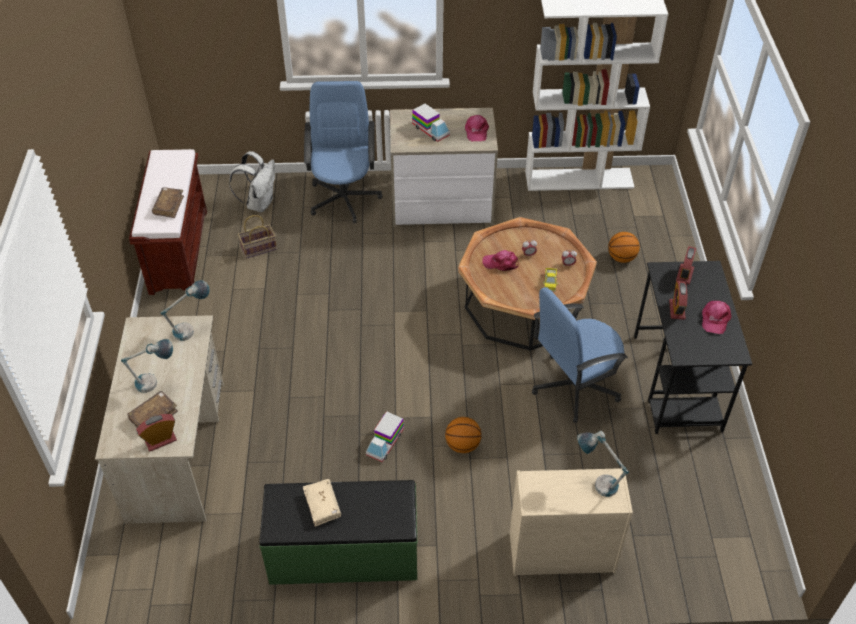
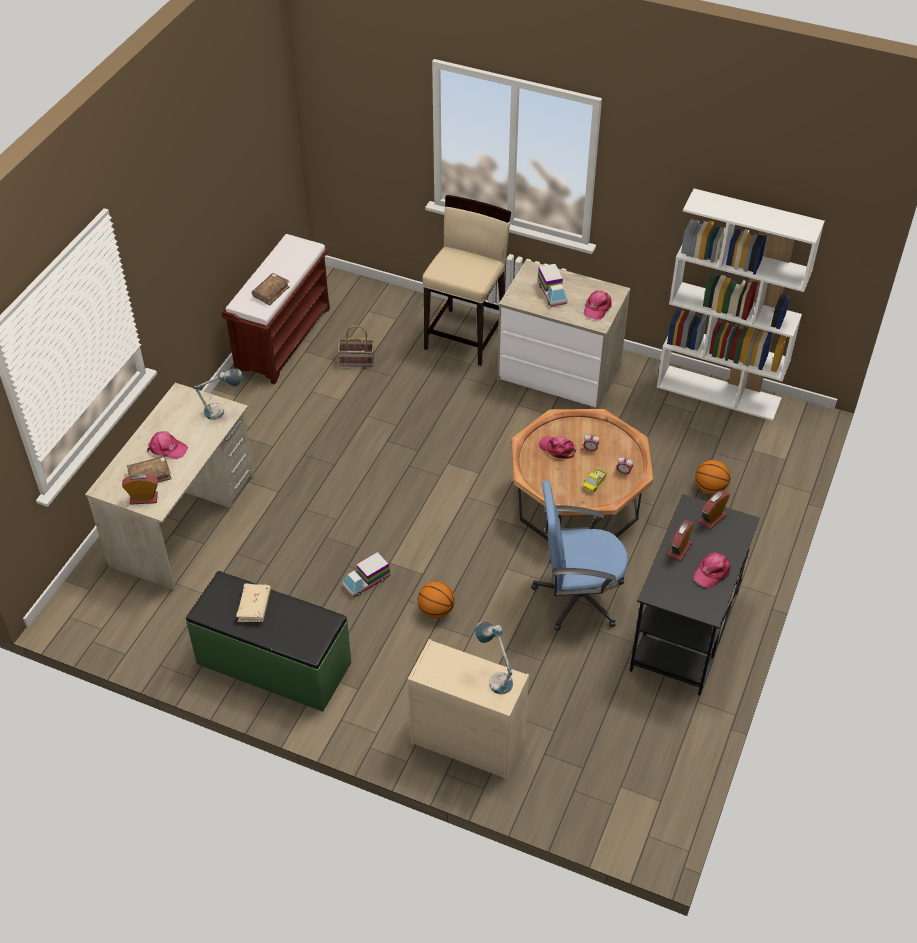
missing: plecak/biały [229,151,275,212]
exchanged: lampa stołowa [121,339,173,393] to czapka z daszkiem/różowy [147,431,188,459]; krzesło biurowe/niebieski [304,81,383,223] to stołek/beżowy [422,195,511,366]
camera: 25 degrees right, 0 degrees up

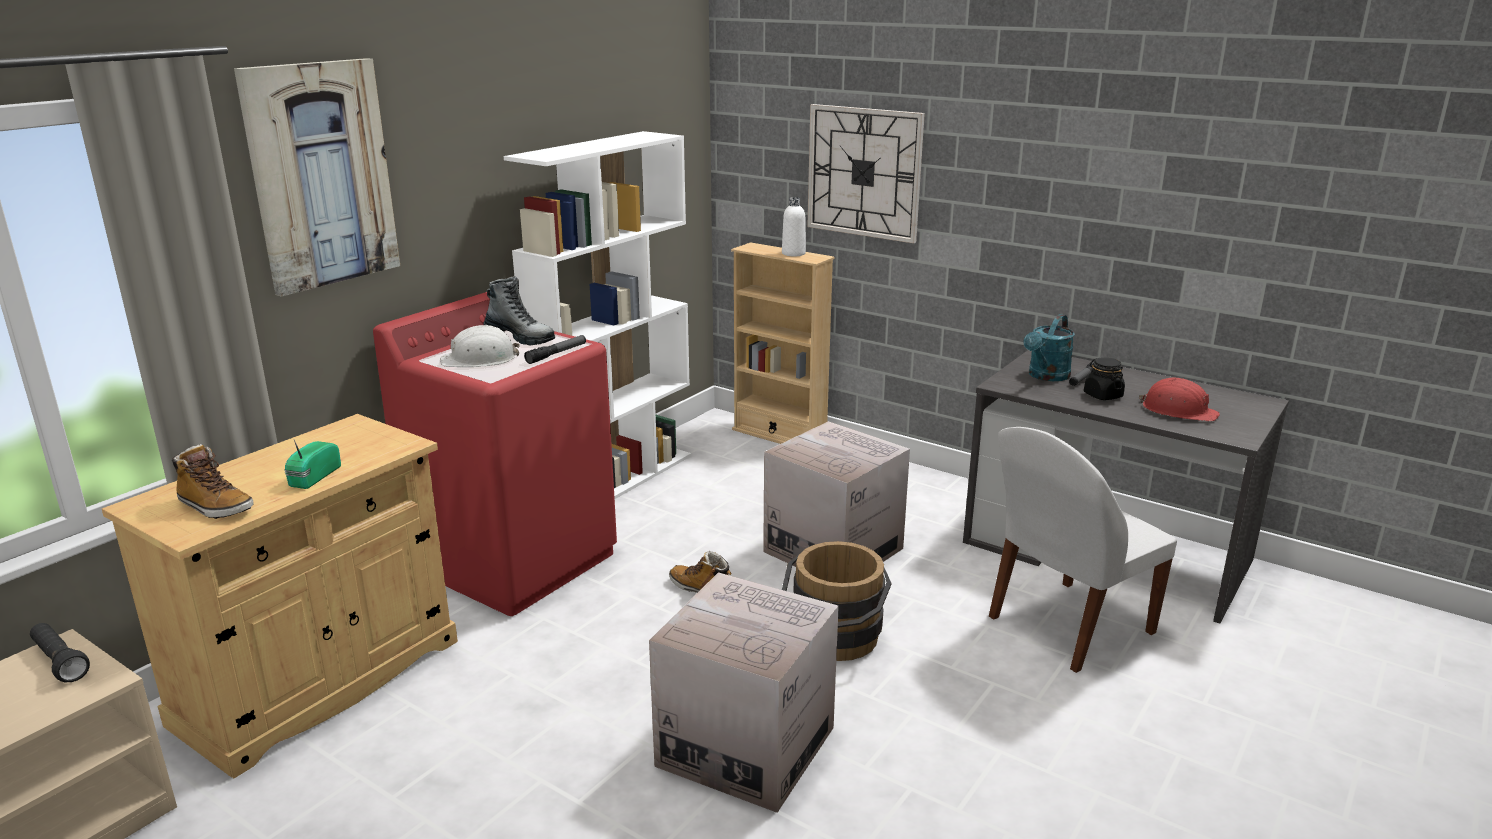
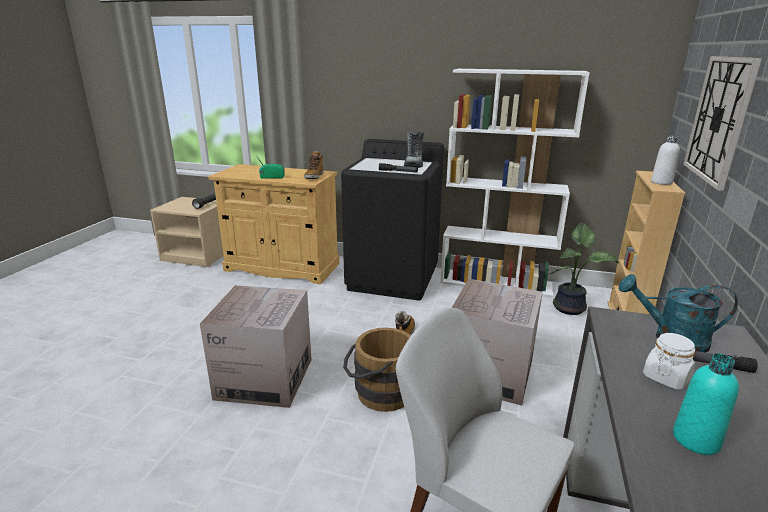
missing: obraz [234,58,400,297]; kask/biały [440,325,520,367]
appeared: roślina doniczkowa [549,223,619,315]
relocated: but z cholewką [172,444,253,519] to [304,151,324,179]
exchanged: kask/czerwony [1139,378,1220,422] to butelka/turkusowy [673,353,739,455]
colour: pralka/czerwony [373,292,617,616] to pralka/czarny [341,139,444,301]; słoik/czarny [1084,357,1125,400] to słoik/biały [643,333,695,390]
camera: 70 degrees right, 0 degrees up

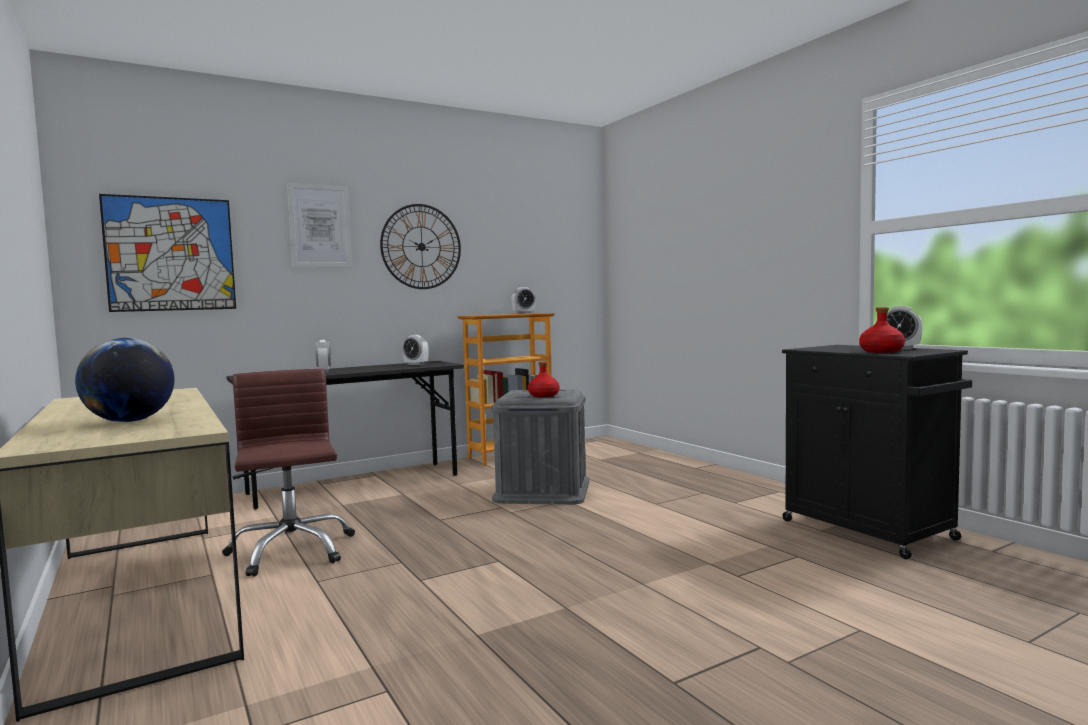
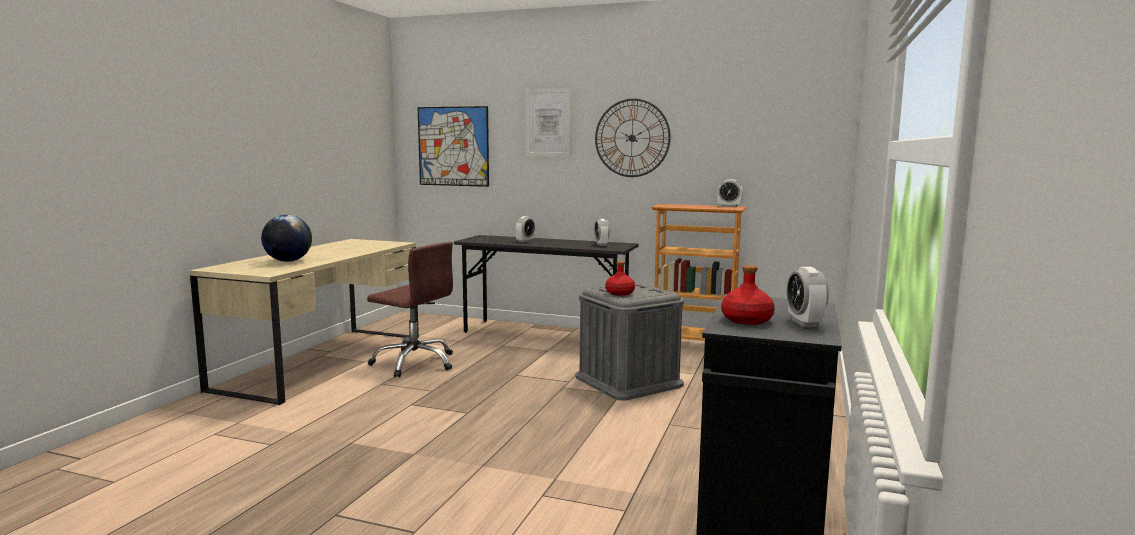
spun: krzesło biurowe/brązowy [222,369,355,577] = [367,242,453,377] 90 degrees clockwise
camera: 50 degrees right, 5 degrees up

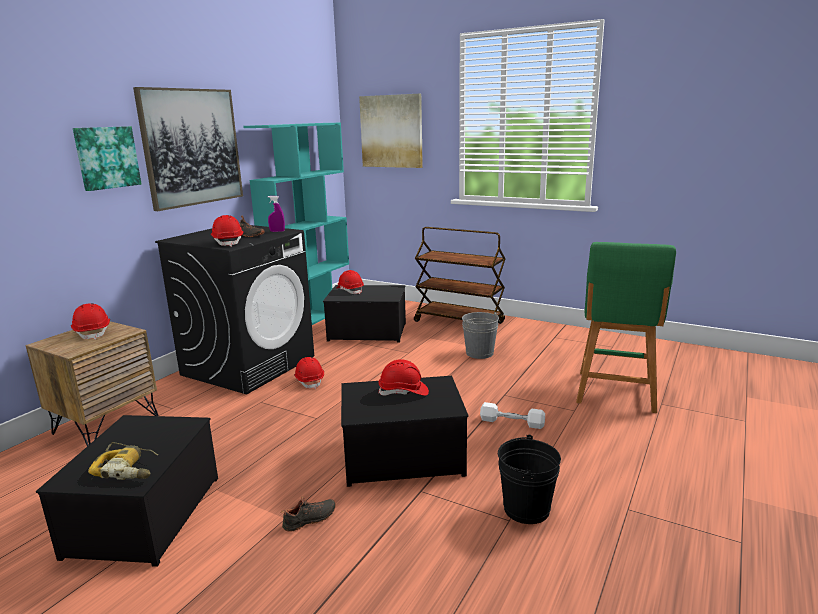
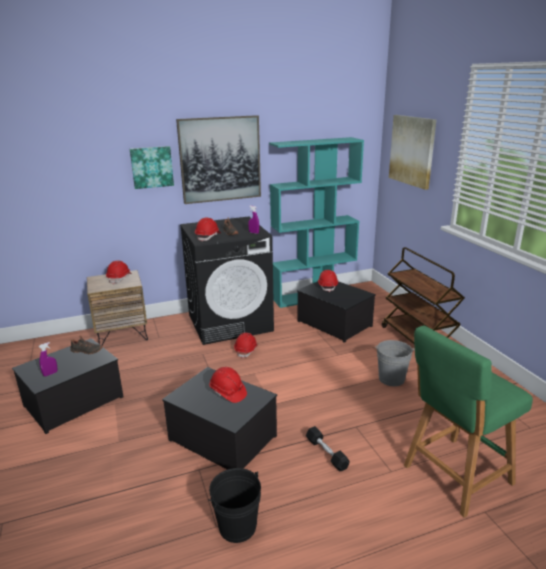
relocated: but/czarny [281,496,336,532] to [70,335,102,354]
exchanged: wiertarka [88,442,158,480] to spryskiwacz/fioletowy [39,342,58,376]
colour: hantel/biały [480,402,545,429] to hantel/czarny [306,426,349,471]
camera: 40 degrees right, 5 degrees up

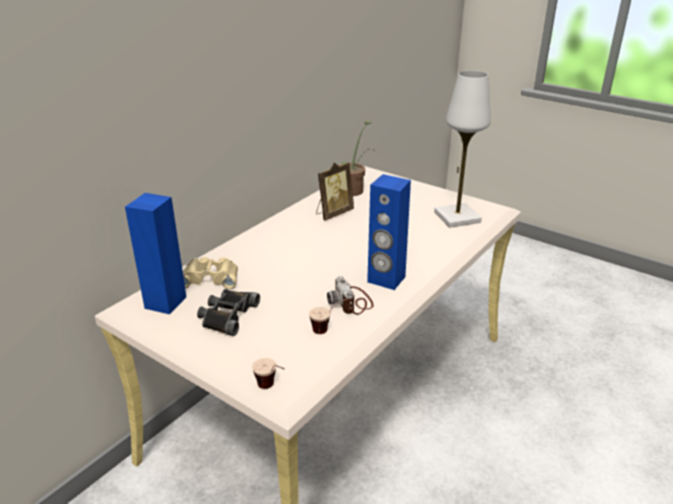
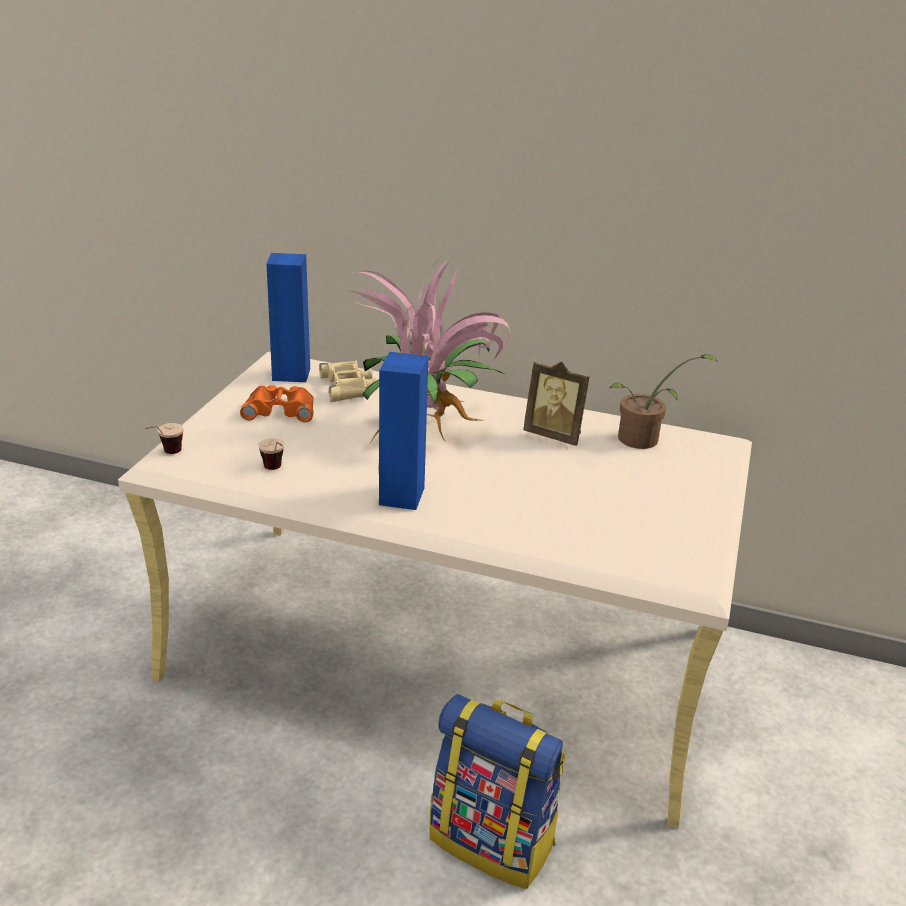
missing: aparat fotograficzny [327,276,374,315]; lampa stołowa/biały [434,70,491,228]
appeared: roślina doniczkowa [349,261,511,443]; plecak [430,694,565,889]
colour: lornetka/czarny [197,289,260,336] to lornetka/pomarańczowy [240,385,314,422]
camera: 70 degrees right, 0 degrees up

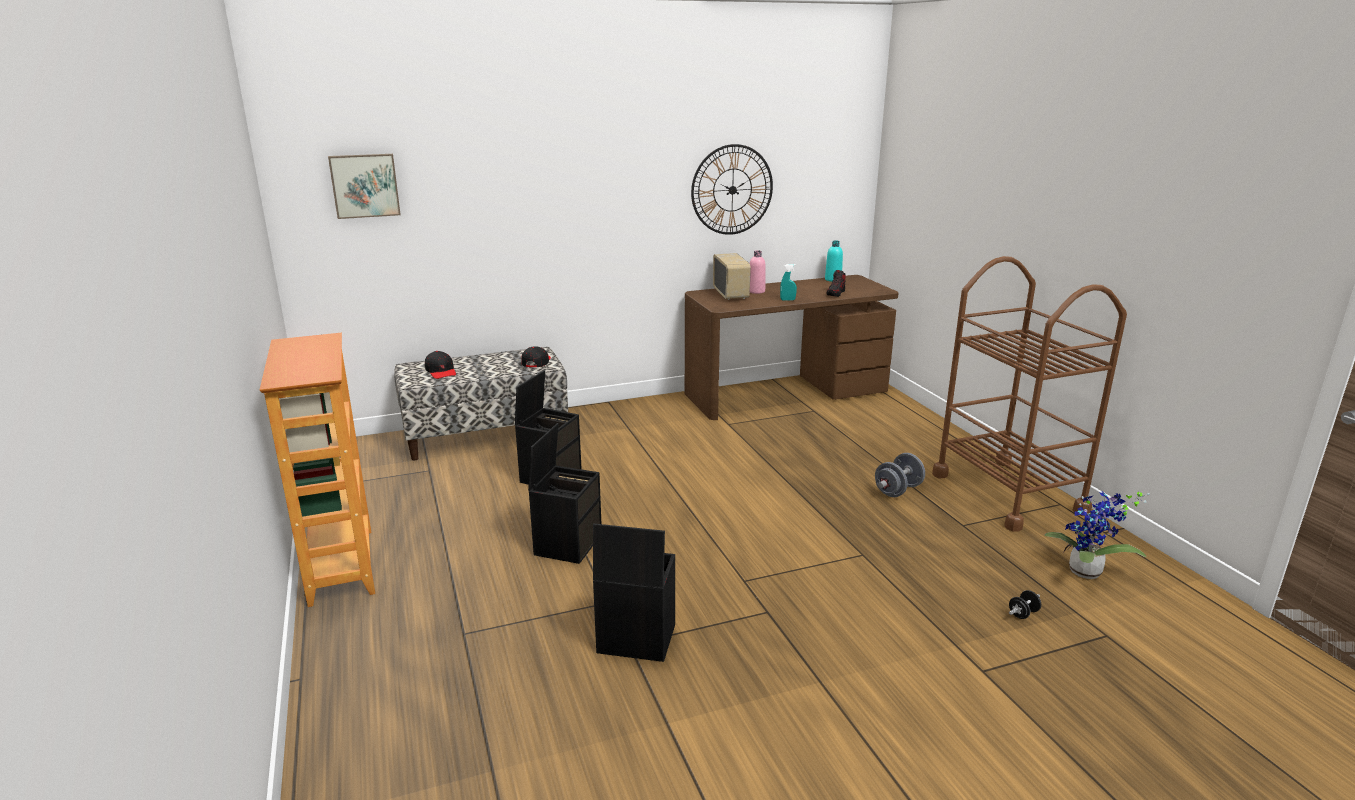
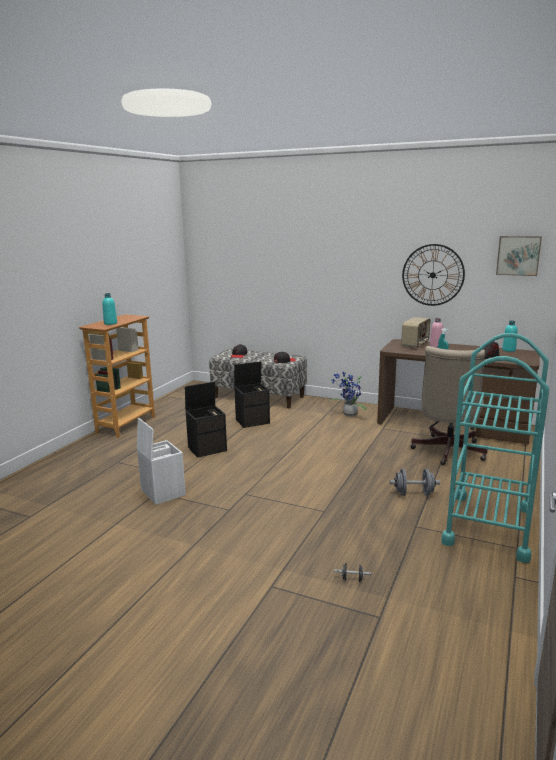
appeared: butelka/turkusowy [102,293,117,325]; krzesło biurowe/beżowy [410,346,487,465]
relocated: roślina doniczkowa [1044,492,1150,579] to [330,372,367,417]; obraz [328,154,401,219] to [496,236,542,276]
colour: pojemnik do przechowywania/czarny [593,524,675,662] to pojemnik do przechowywania/biały [137,418,186,505]; wózek/brązowy [932,256,1127,532] to wózek/turkusowy [441,333,549,563]
camera: 45 degrees right, 5 degrees down

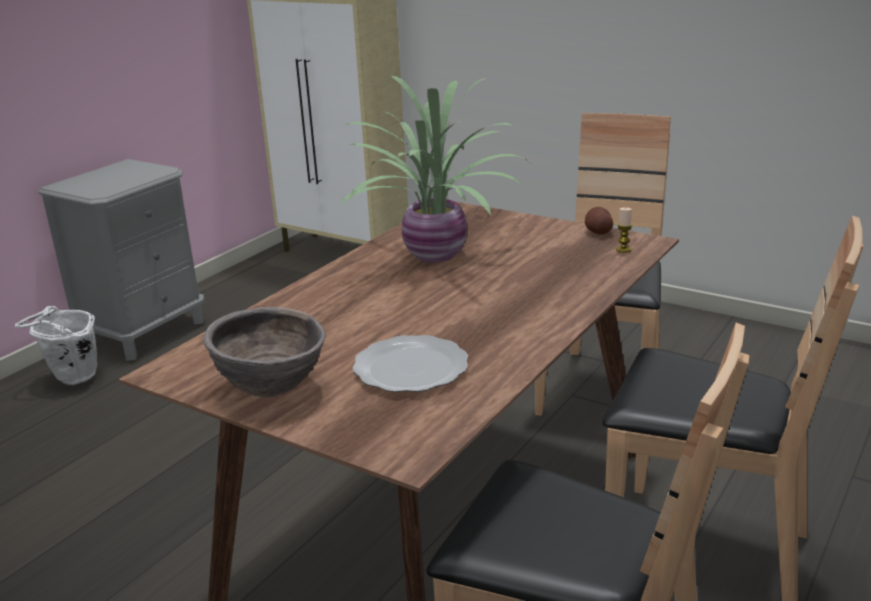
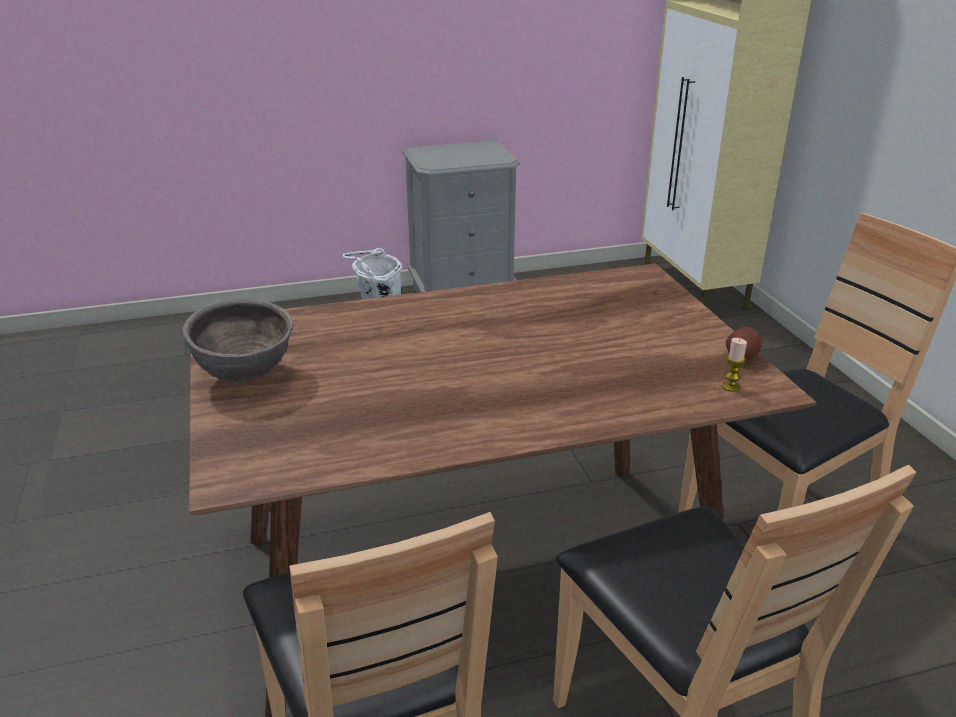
missing: roślina doniczkowa [339,76,529,263]; talerz [353,335,468,392]
camera: 40 degrees right, 5 degrees up

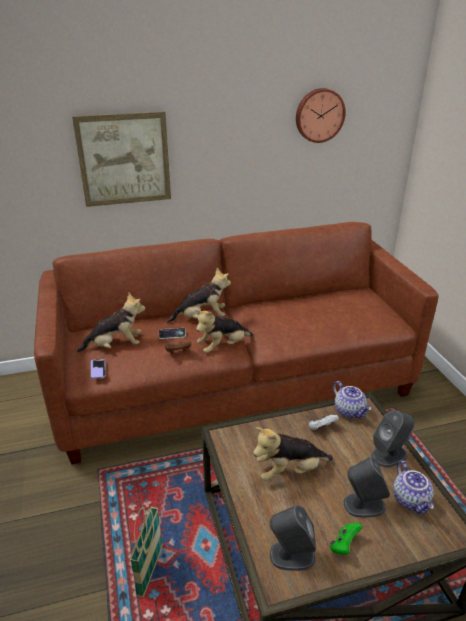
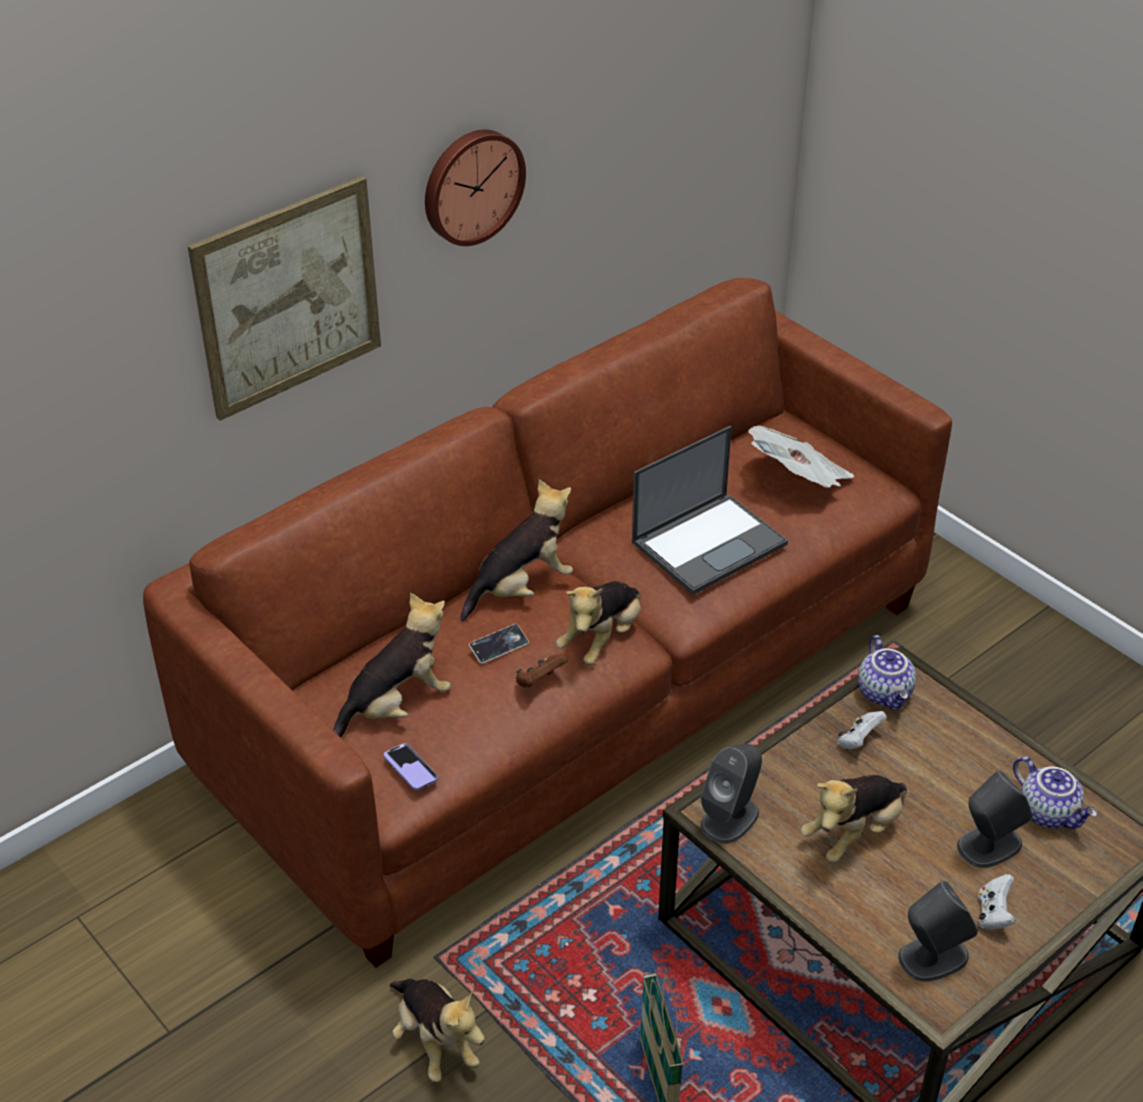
appeared: pluszak [390,979,485,1082]; laptop [632,426,788,595]; gazeta [748,426,854,488]
relocated: zegar ścienny [296,88,346,143] to [425,130,526,246]; głośnik/szary [371,410,414,467] to [701,744,762,844]
colour: pad do gier/zielony [330,523,363,555] to pad do gier/biały [978,874,1016,930]
spun: imbryk [333,381,371,418] = [858,635,916,710] 45 degrees clockwise
camera: 25 degrees left, 10 degrees up

